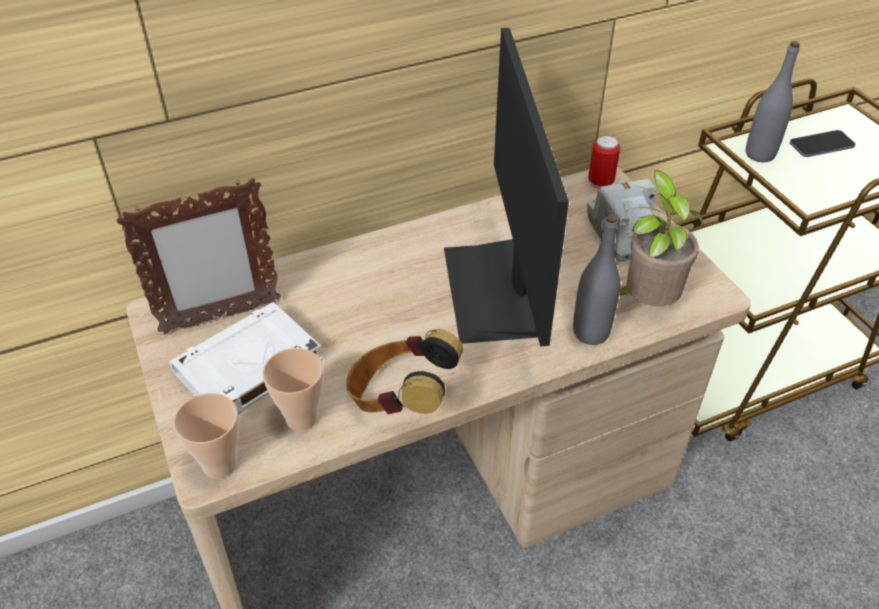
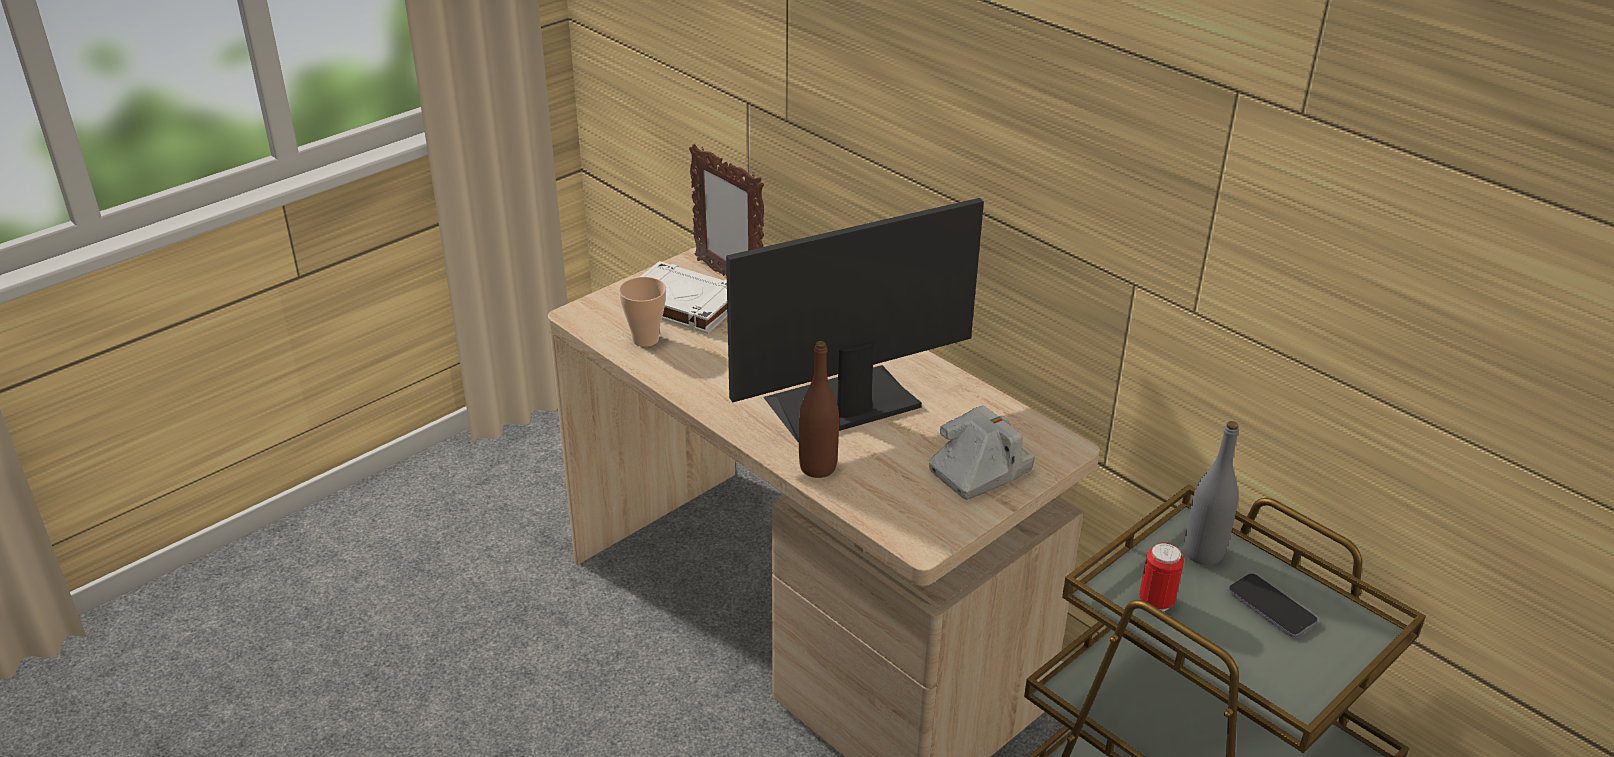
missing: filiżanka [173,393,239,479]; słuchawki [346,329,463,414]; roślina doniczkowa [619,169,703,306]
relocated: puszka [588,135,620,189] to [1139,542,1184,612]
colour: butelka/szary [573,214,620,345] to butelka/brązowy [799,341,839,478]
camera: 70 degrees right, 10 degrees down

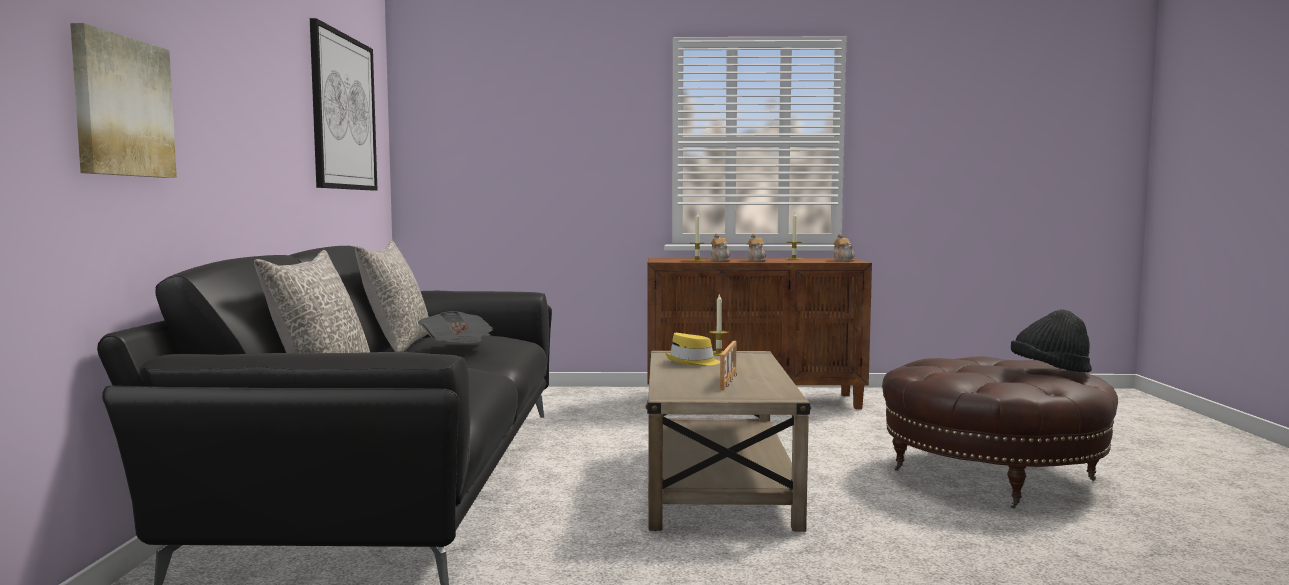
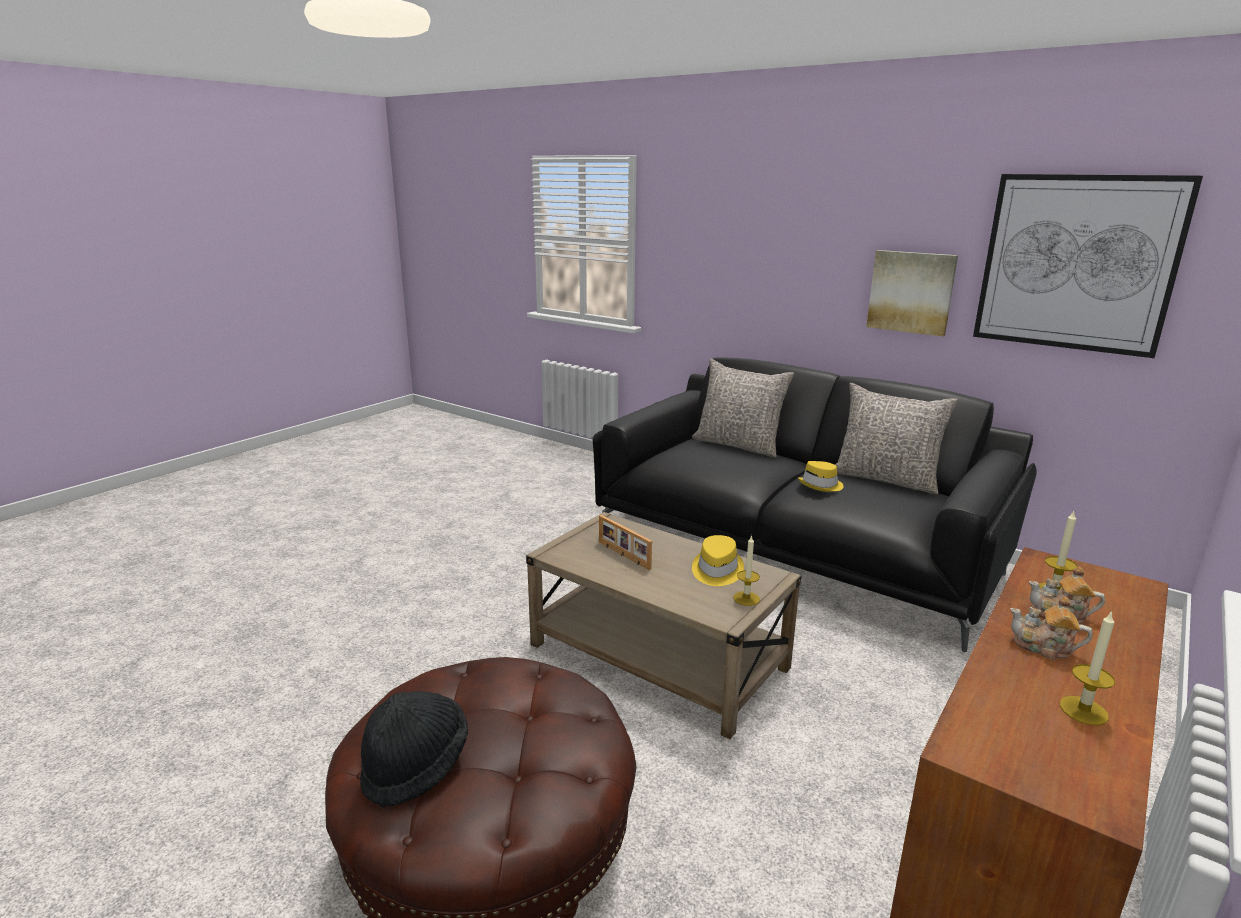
missing: imbryk [833,234,855,262]
relocated: obraz [70,23,177,178] to [866,250,958,336]
exchanged: gazeta [418,311,493,343] to kapelusz/żółty [798,461,844,492]
camera: 125 degrees right, 15 degrees up

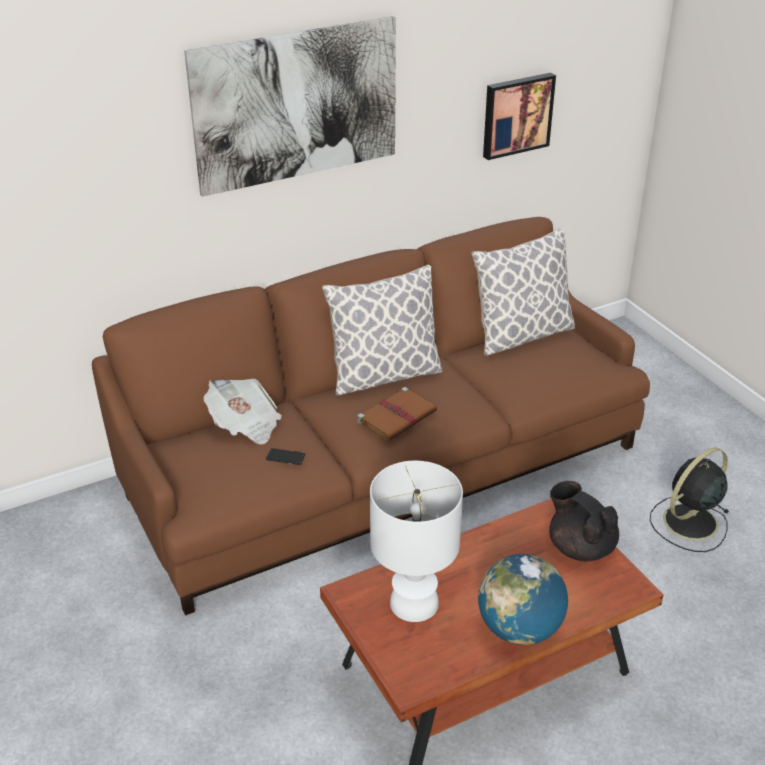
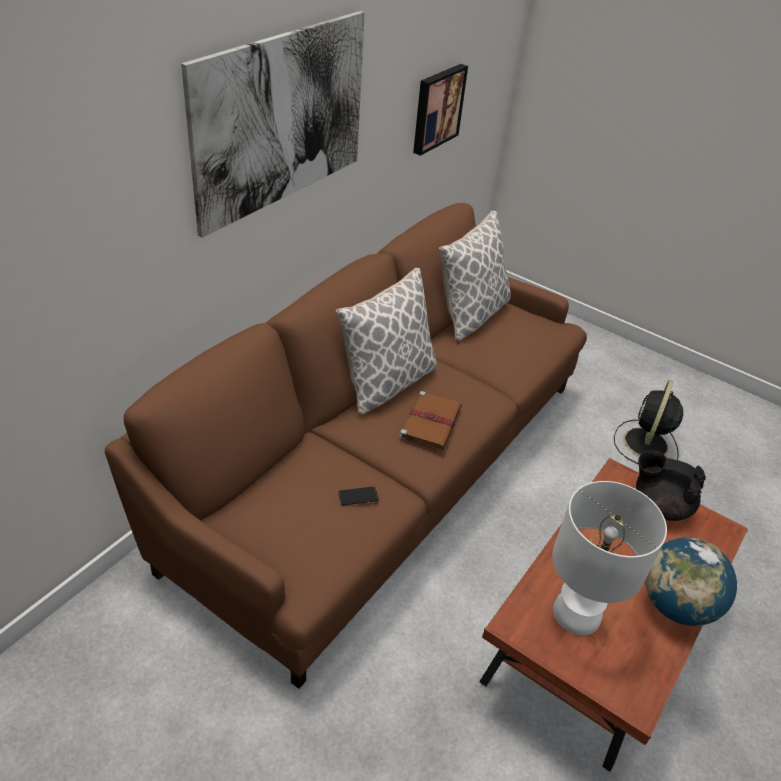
missing: gazeta [204,379,282,445]
camera: 30 degrees left, 5 degrees up

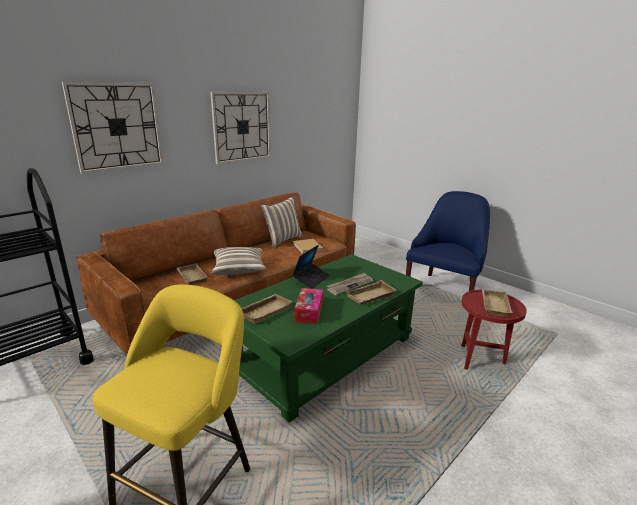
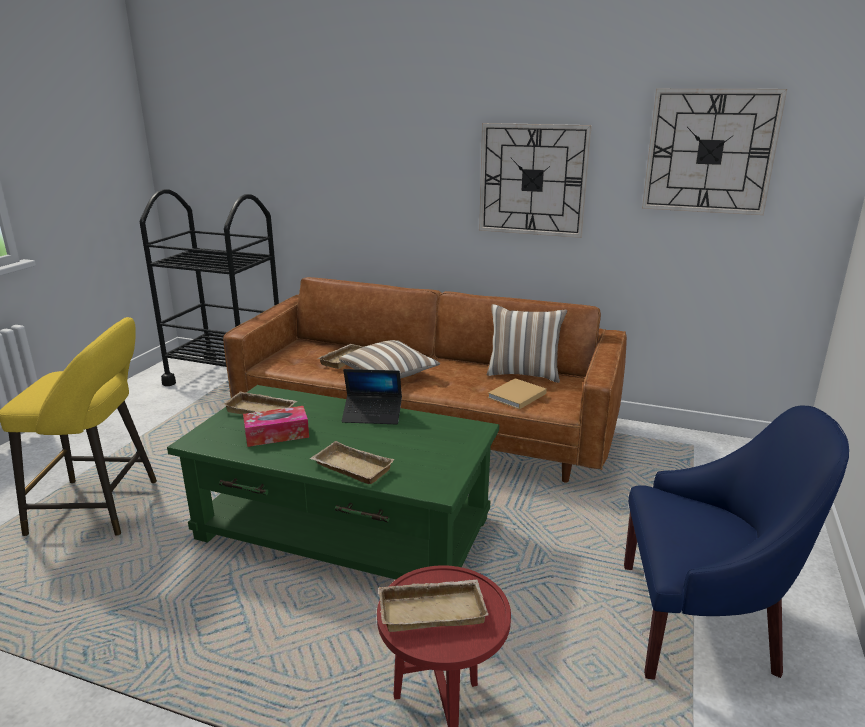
missing: gazeta [327,273,373,296]
relocated: zegar ścienny [62,81,163,174] to [642,89,787,215]
camera: 65 degrees right, 0 degrees up

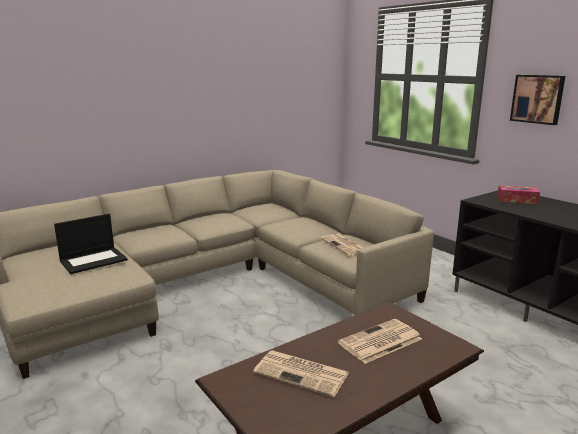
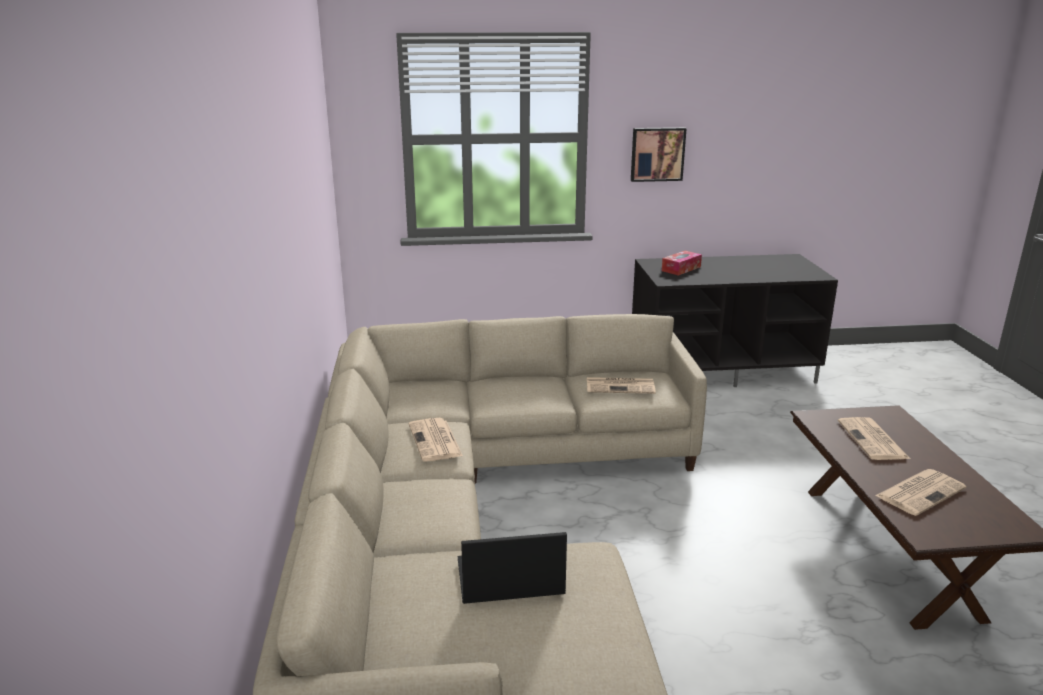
appeared: gazeta [409,418,463,461]
spun: laptop [54,214,128,274] = [458,532,567,604] 90 degrees counterclockwise
camera: 60 degrees left, 5 degrees up

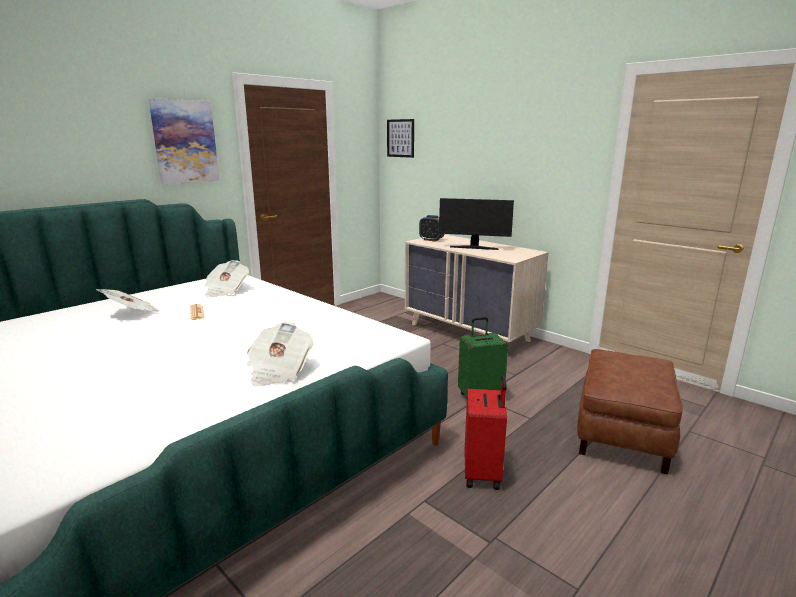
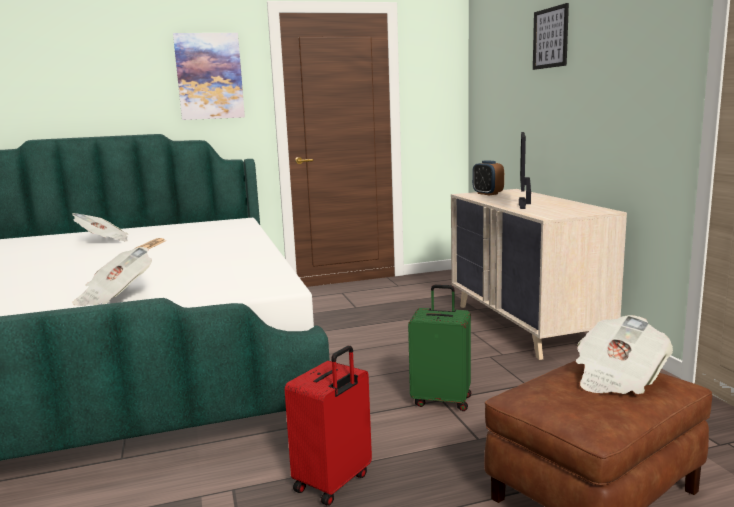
relocated: obraz [387,119,414,158] to [533,3,569,70]; gazeta [205,260,249,297] to [576,315,673,394]
spun: monitor [439,198,514,250] = [519,132,531,209] 60 degrees clockwise
camera: 30 degrees right, 5 degrees down

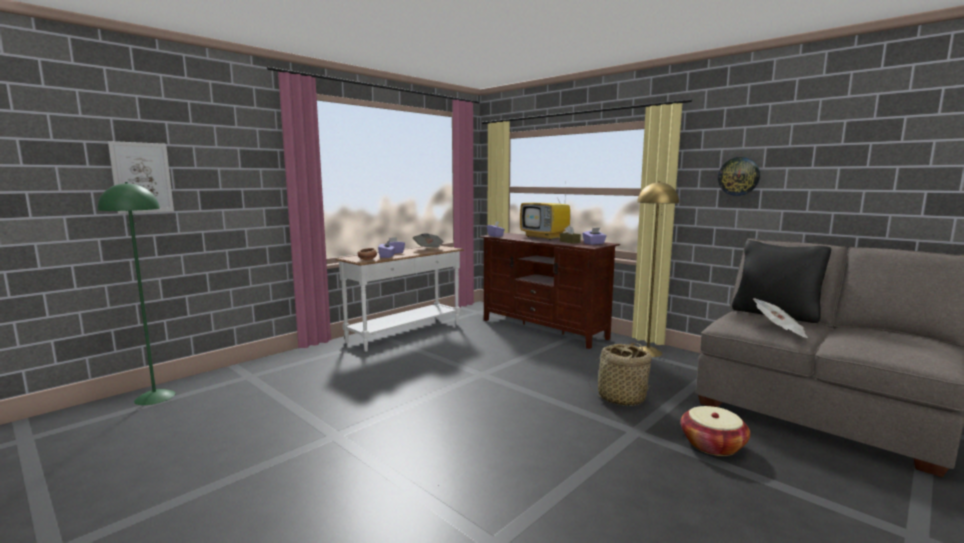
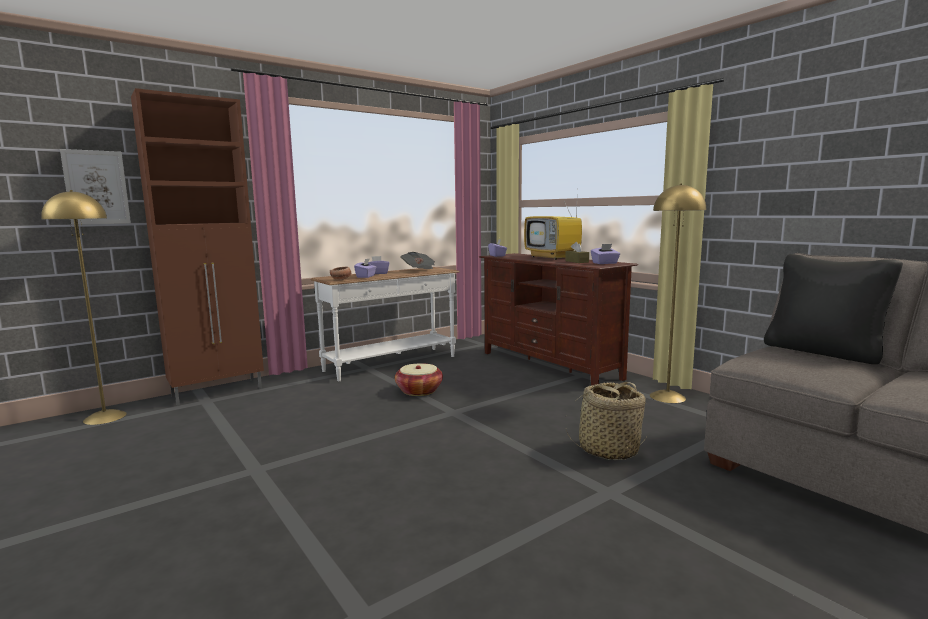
missing: zegar ścienny [718,157,760,196]; gazeta [753,298,808,338]
appeared: szafka/brązowy [131,88,264,406]
relocated: koszyk [681,406,750,456] to [395,363,443,396]
colour: lampa stojąca/zielony [98,182,176,405] to lampa stojąca/żółty [41,190,127,425]
camera: 10 degrees right, 0 degrees up

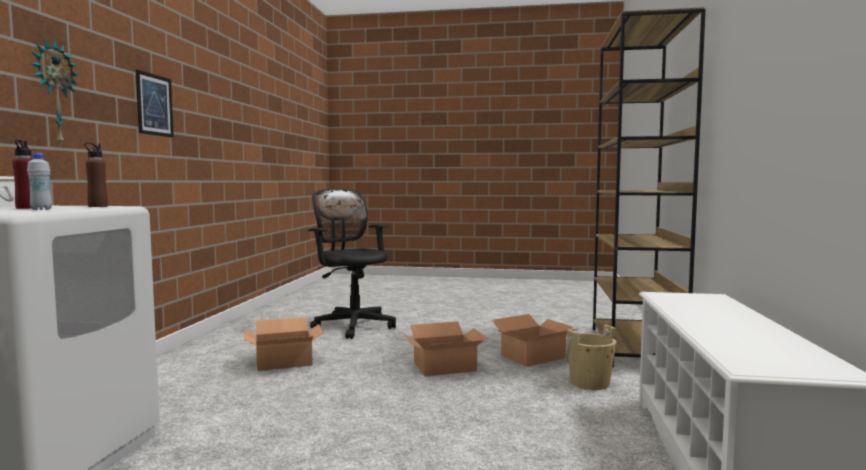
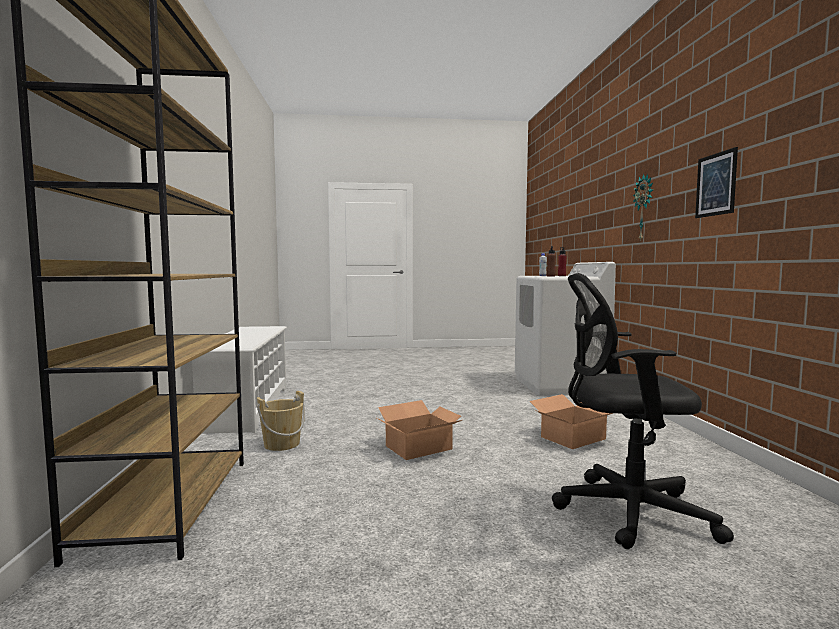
missing: karton [492,314,577,367]
spun: krzesło biurowe/czarny [308,189,396,339] = [552,273,734,549] 150 degrees clockwise
camera: 165 degrees right, 0 degrees up

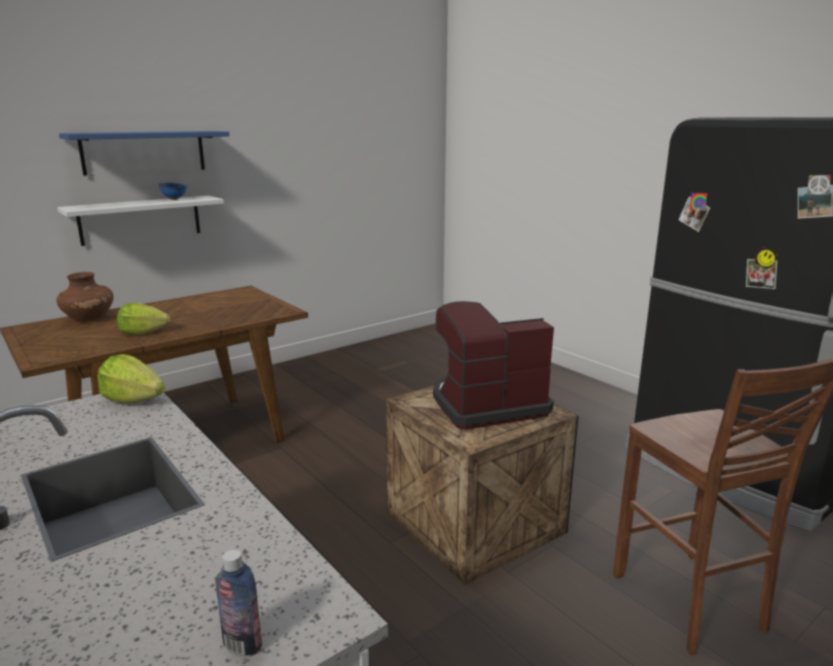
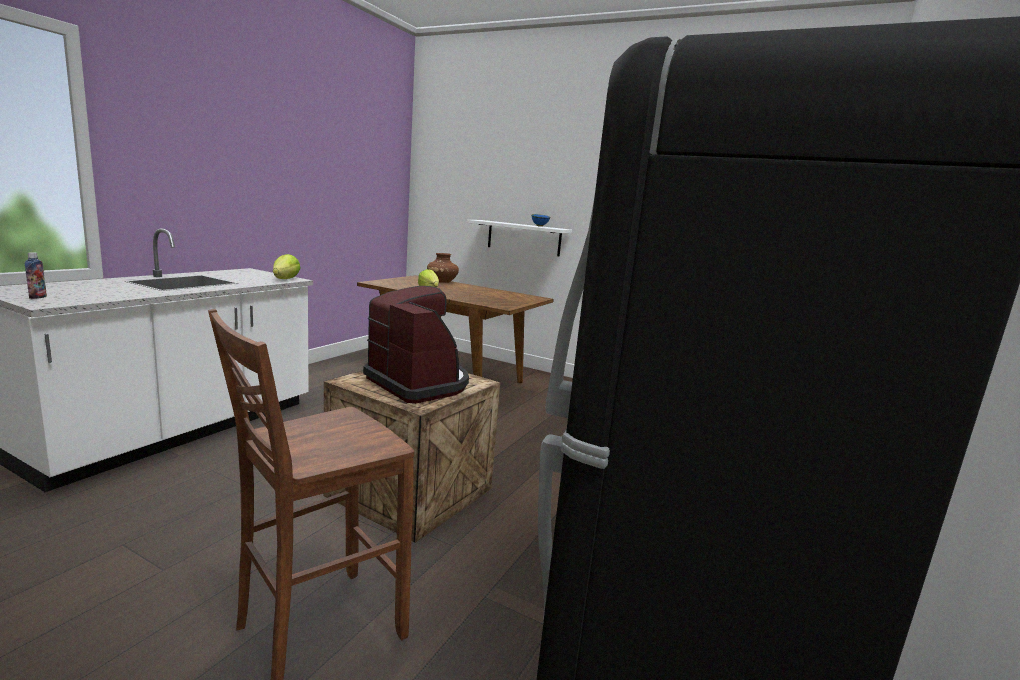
missing: półka/niebieski [59,131,229,176]
camera: 65 degrees right, 5 degrees down

